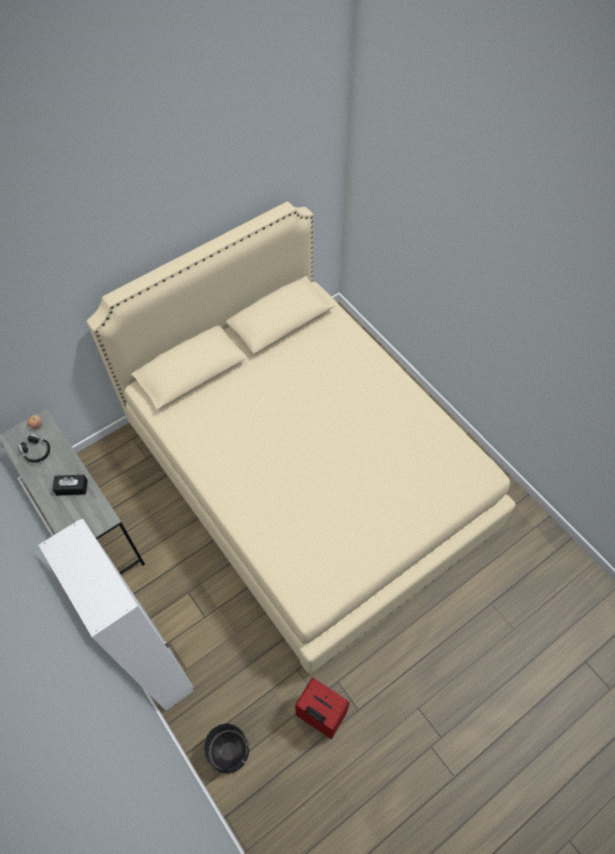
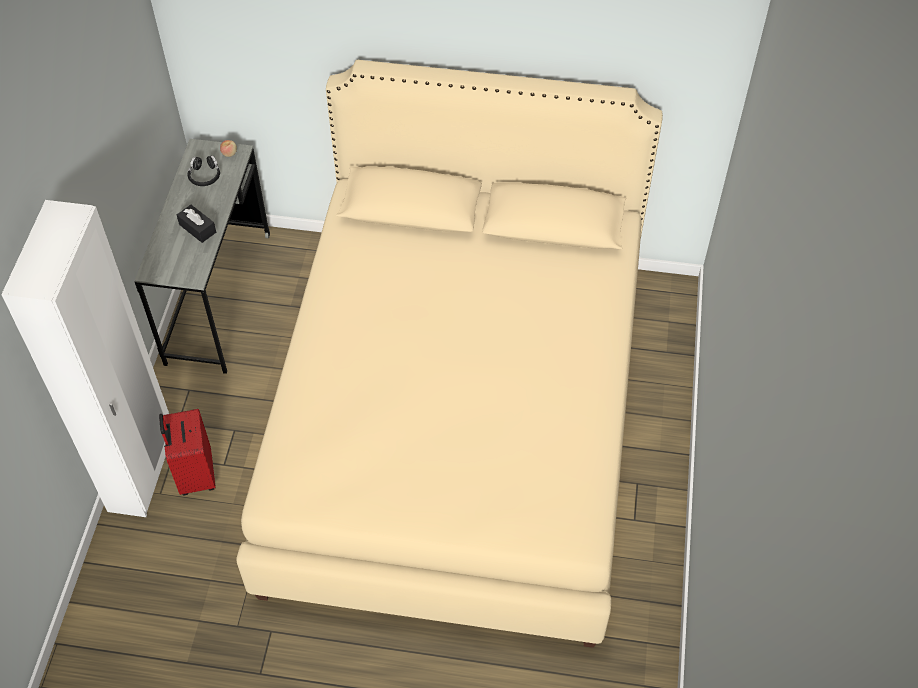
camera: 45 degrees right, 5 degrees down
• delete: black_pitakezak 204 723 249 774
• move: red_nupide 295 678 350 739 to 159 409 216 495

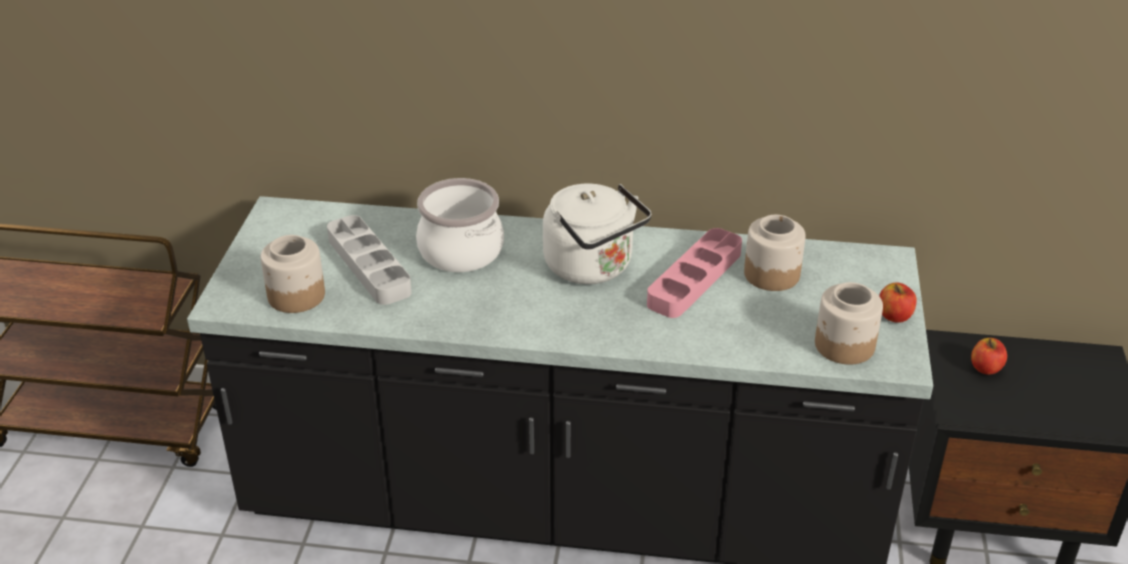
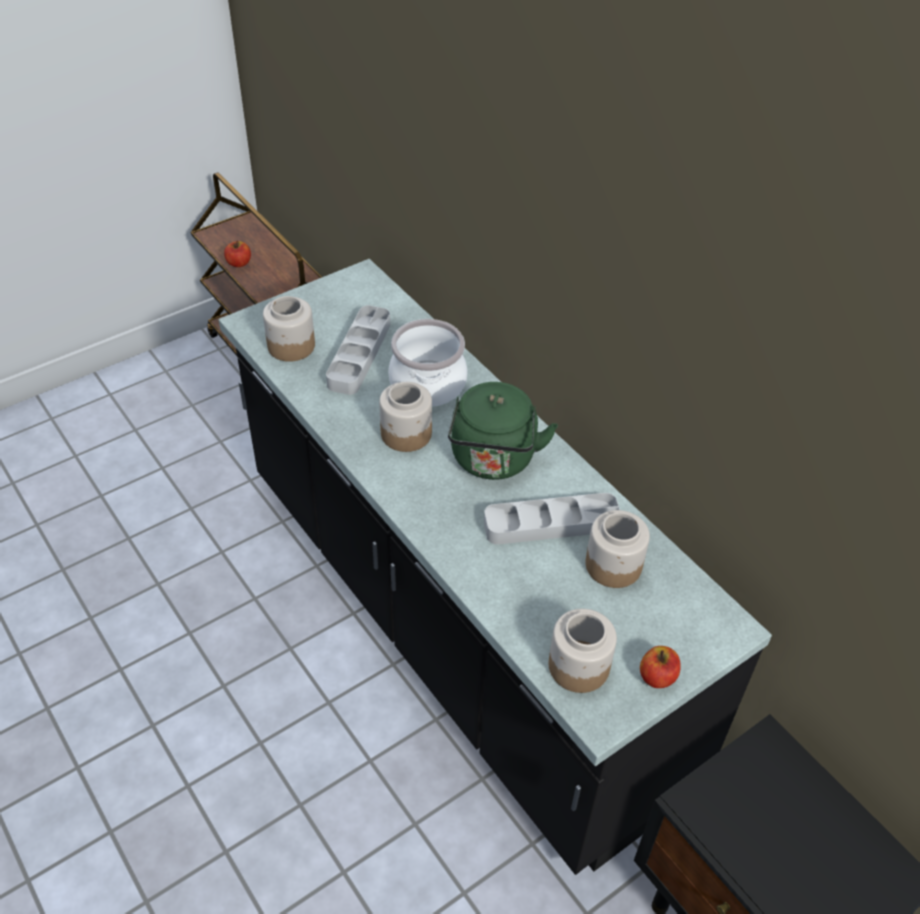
camera: 45 degrees right, 10 degrees up
• insert: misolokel 379 382 432 452
• move: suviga 971 338 1007 375 to 224 241 251 267
• recolor: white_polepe 543 184 652 284 to green_polepe 448 382 558 480
• recolor: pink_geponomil 647 228 742 318 to grey_geponomil 484 493 620 544

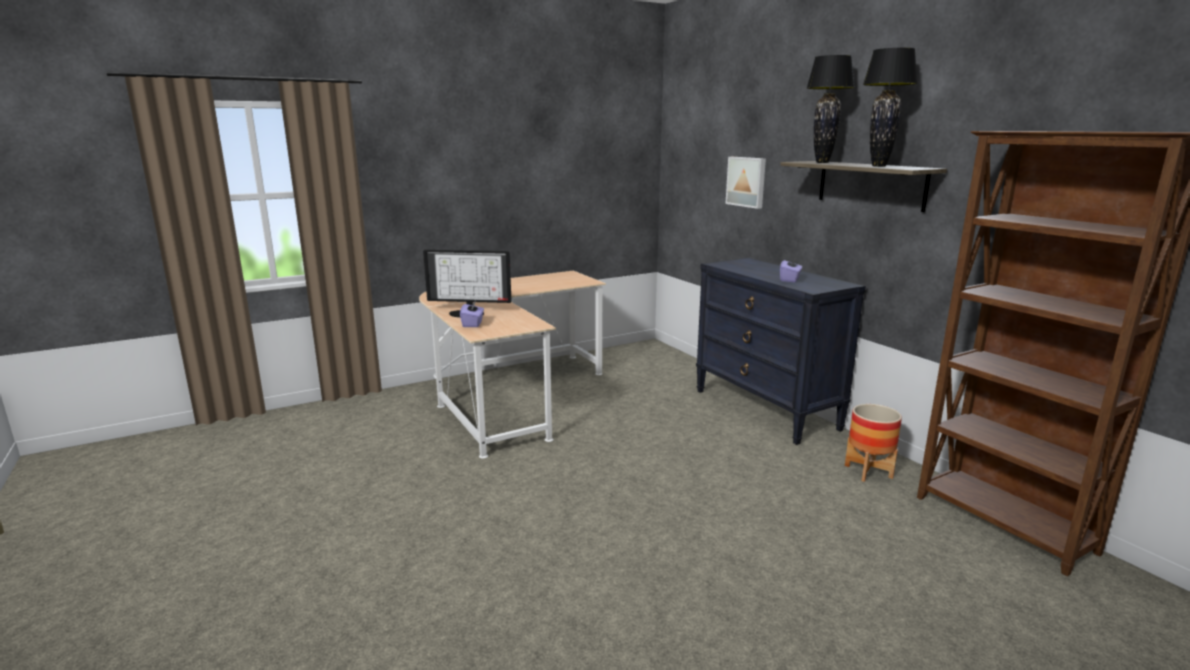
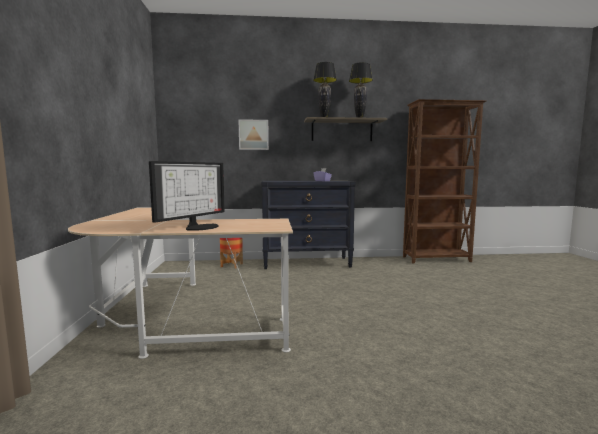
camera: 65 degrees left, 10 degrees down
• delete: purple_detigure 460 300 484 327
• move: pitakezak 845 404 902 482 to 220 238 243 269

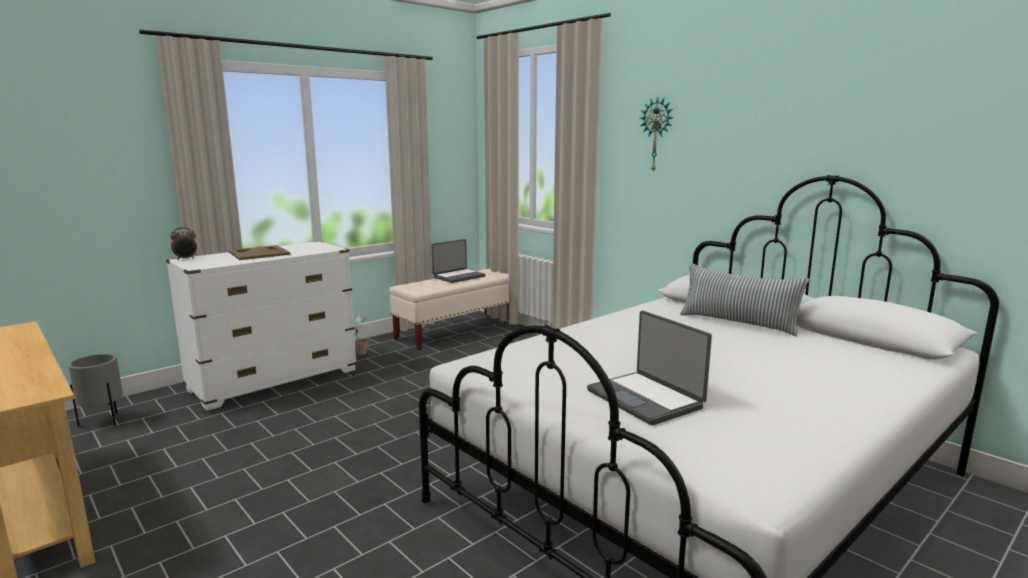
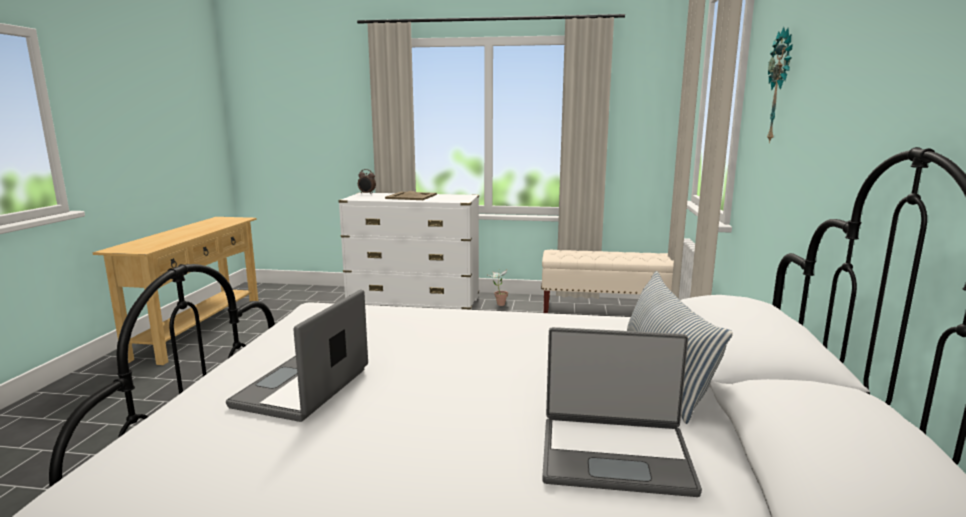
camera: 50 degrees right, 0 degrees up
• delete: grey_pitakezak 68 354 123 427
• move: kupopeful 432 239 486 283 to 542 327 702 497

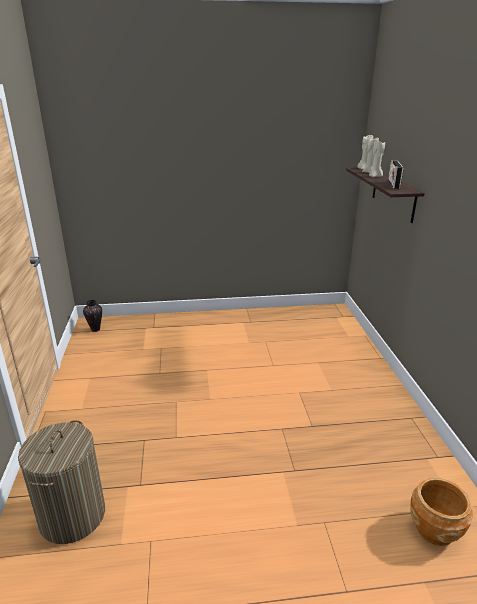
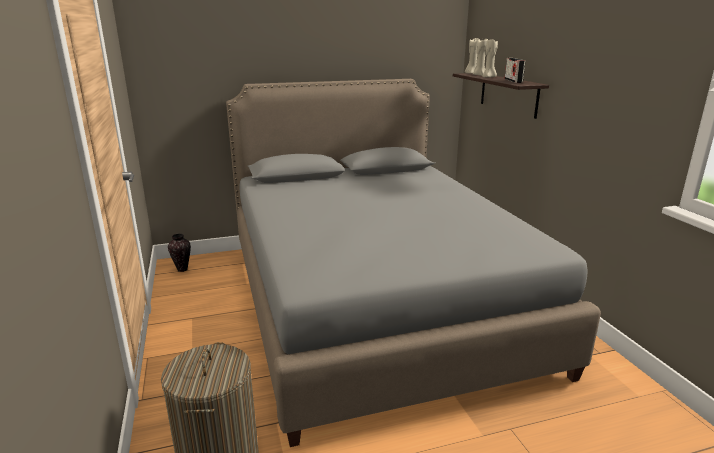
camera: 10 degrees left, 5 degrees down
• delete: brown_pitakezak 410 477 473 546
• insert: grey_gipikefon 226 79 601 447

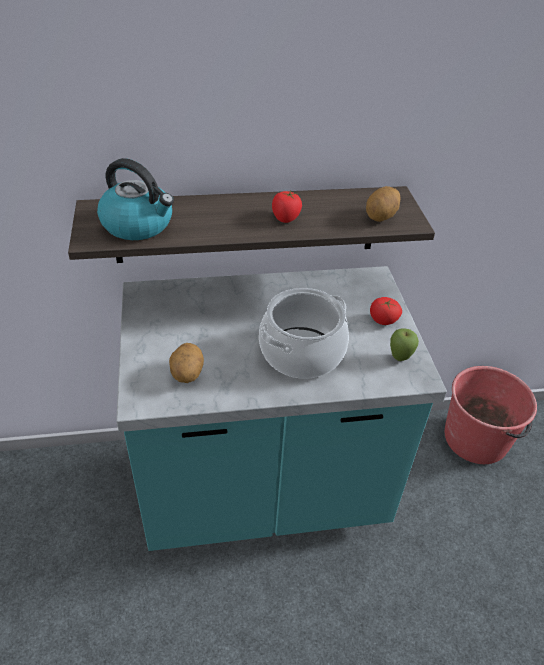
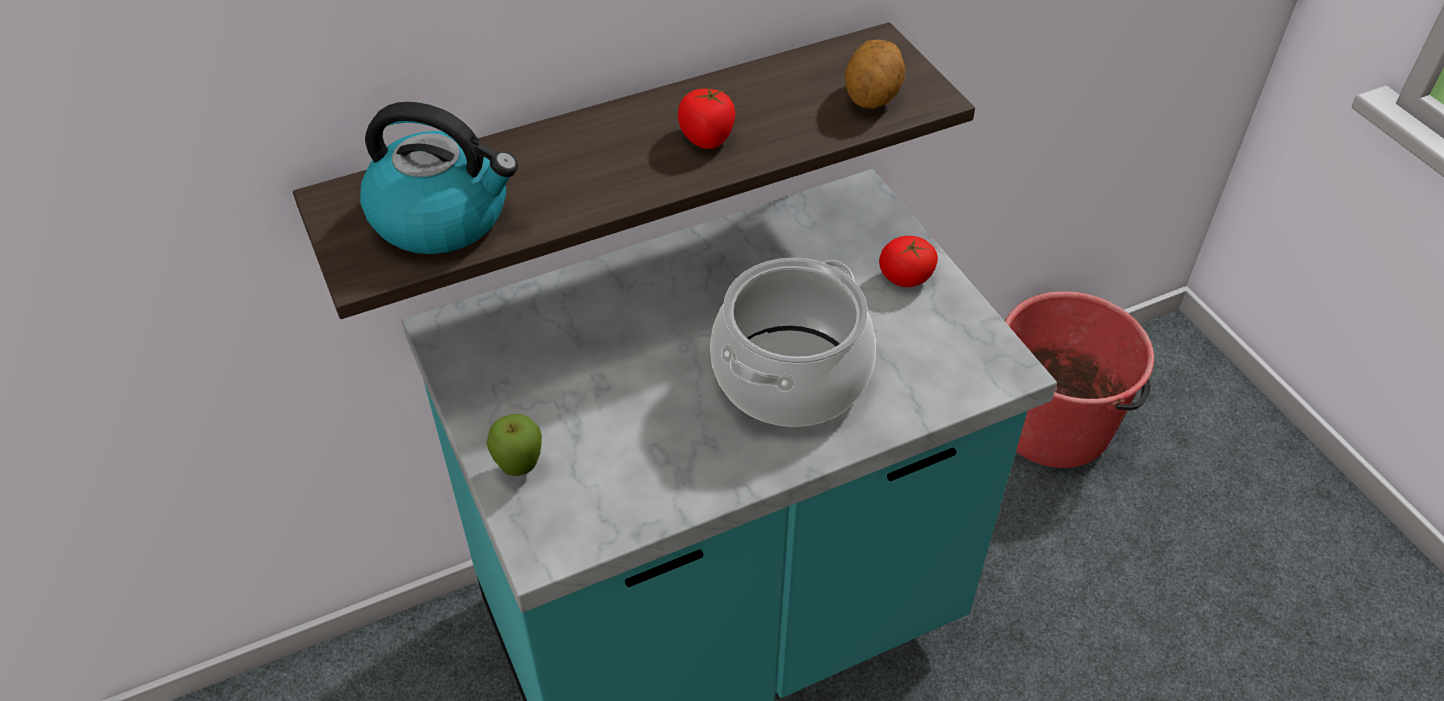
camera: 15 degrees left, 5 degrees up
• delete: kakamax 169 343 204 383
• move: suviga 390 328 419 361 to 487 414 542 476

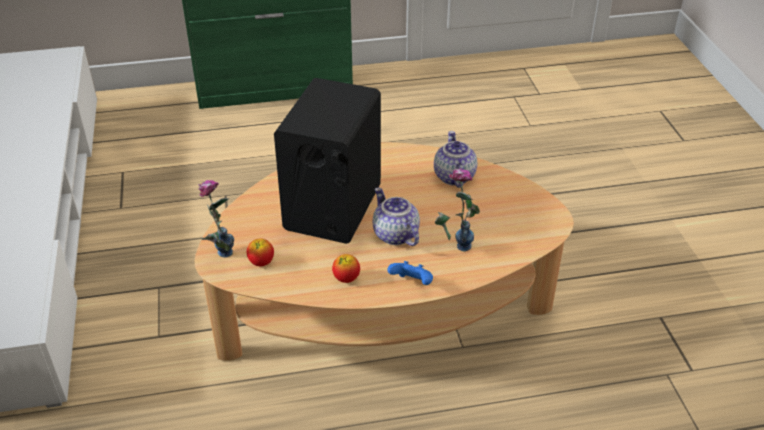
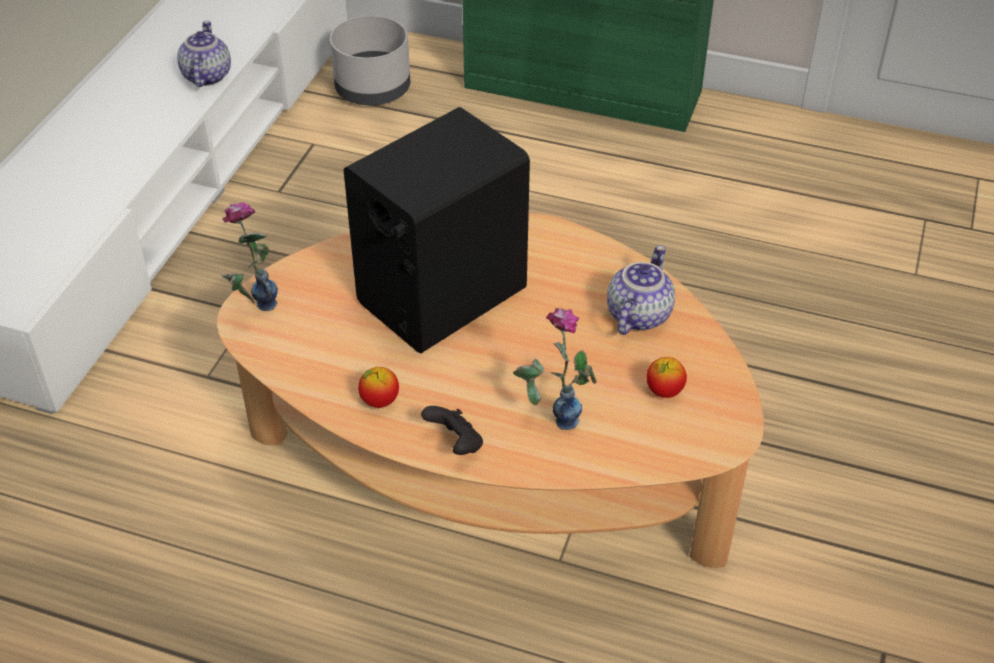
camera: 30 degrees right, 5 degrees up
• insert: grey_pitakezak 330 16 410 105
• move: suviga 247 238 274 266 to 646 357 687 398
• move: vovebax 373 187 420 246 to 177 21 231 87
• recolor: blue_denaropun 387 261 433 285 to black_denaropun 421 406 483 455

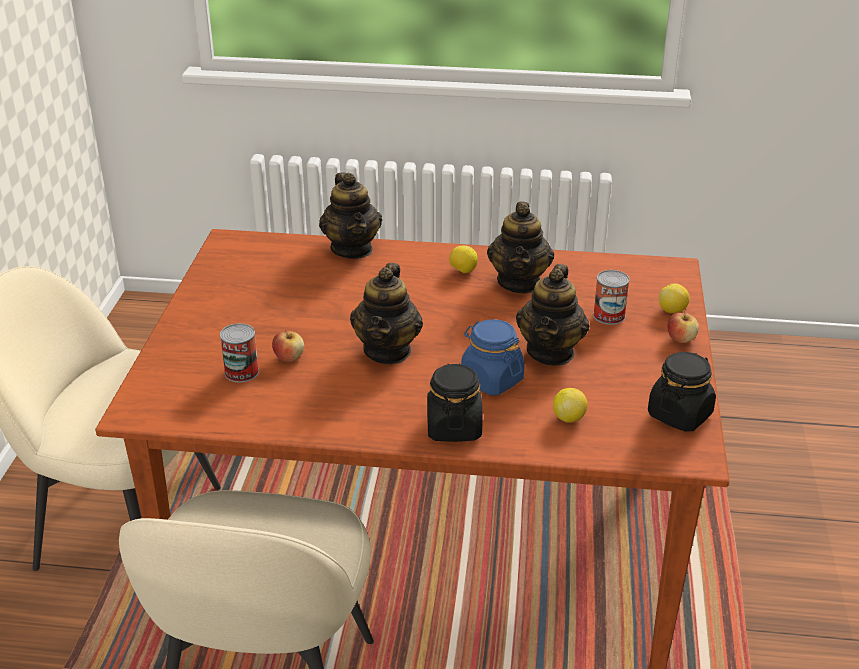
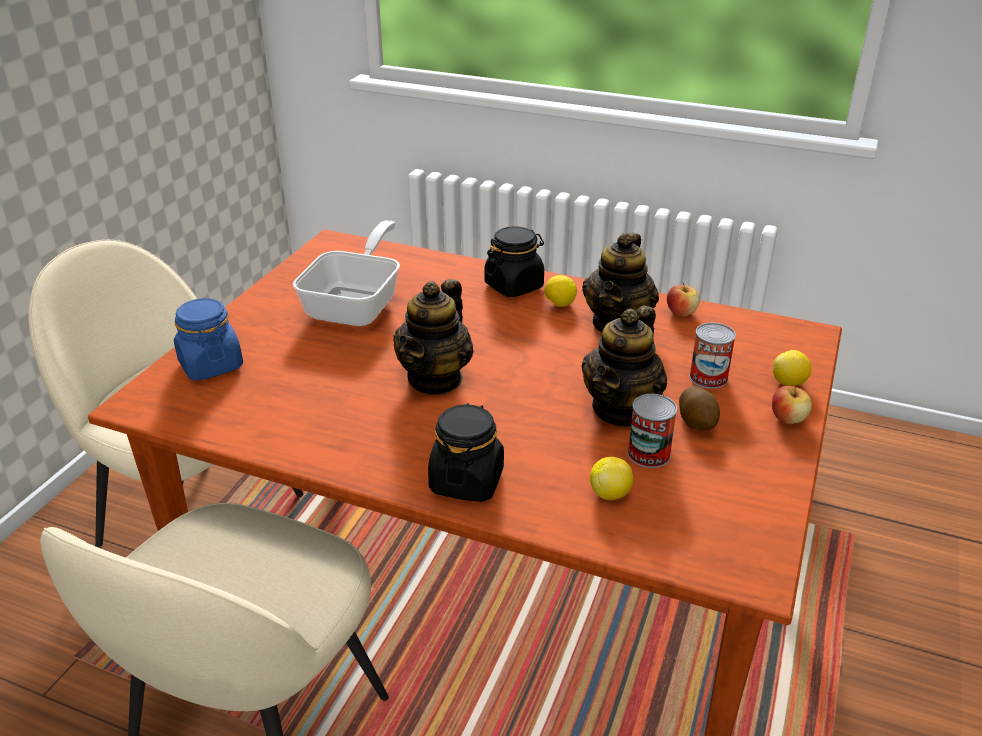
camera: 15 degrees right, 0 degrees up
• delete: vovebax 319 173 382 259
• insert: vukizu 293 220 400 326
• insert: kakamax 679 386 720 430
• move: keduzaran 220 323 259 382 to 628 394 677 468
• move: suviga 272 329 304 362 to 667 283 700 317
• move: blue_misolokel 461 319 524 395 to 174 298 243 381
• move: black_misolokel 648 352 716 432 to 485 226 544 297

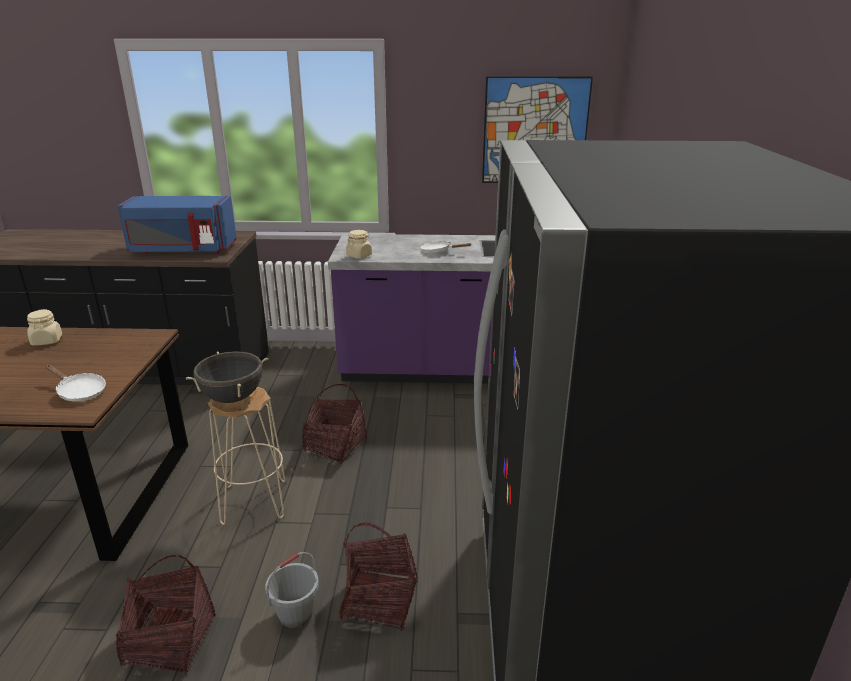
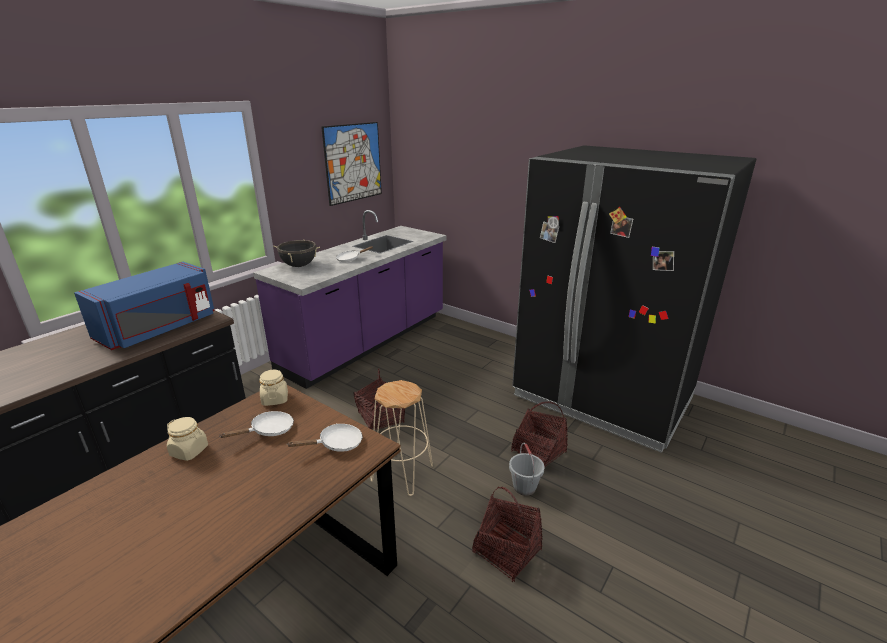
camera: 55 degrees left, 0 degrees up
• insert: white_vukizu 220 411 294 438
• move: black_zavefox 186 351 268 403 to 273 239 320 267
• move: beige_misolokel 346 230 372 258 to 260 370 288 406

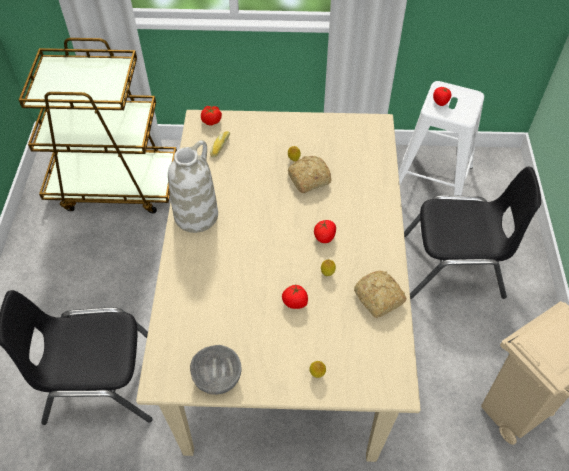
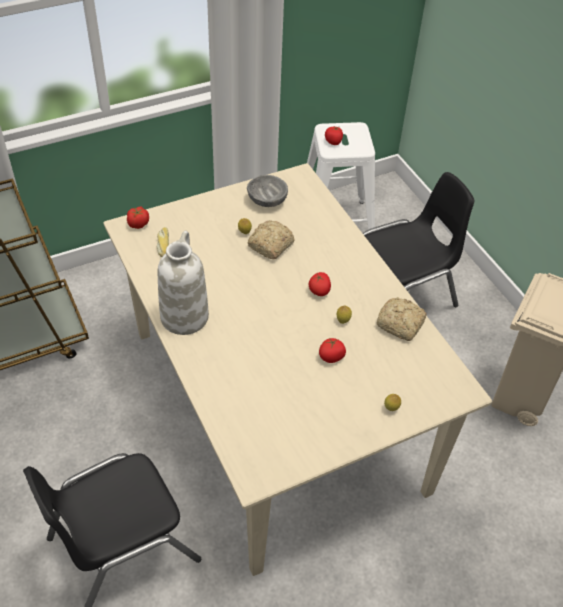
camera: 30 degrees left, 5 degrees down
• move: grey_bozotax 190 345 242 395 to 247 175 288 207

